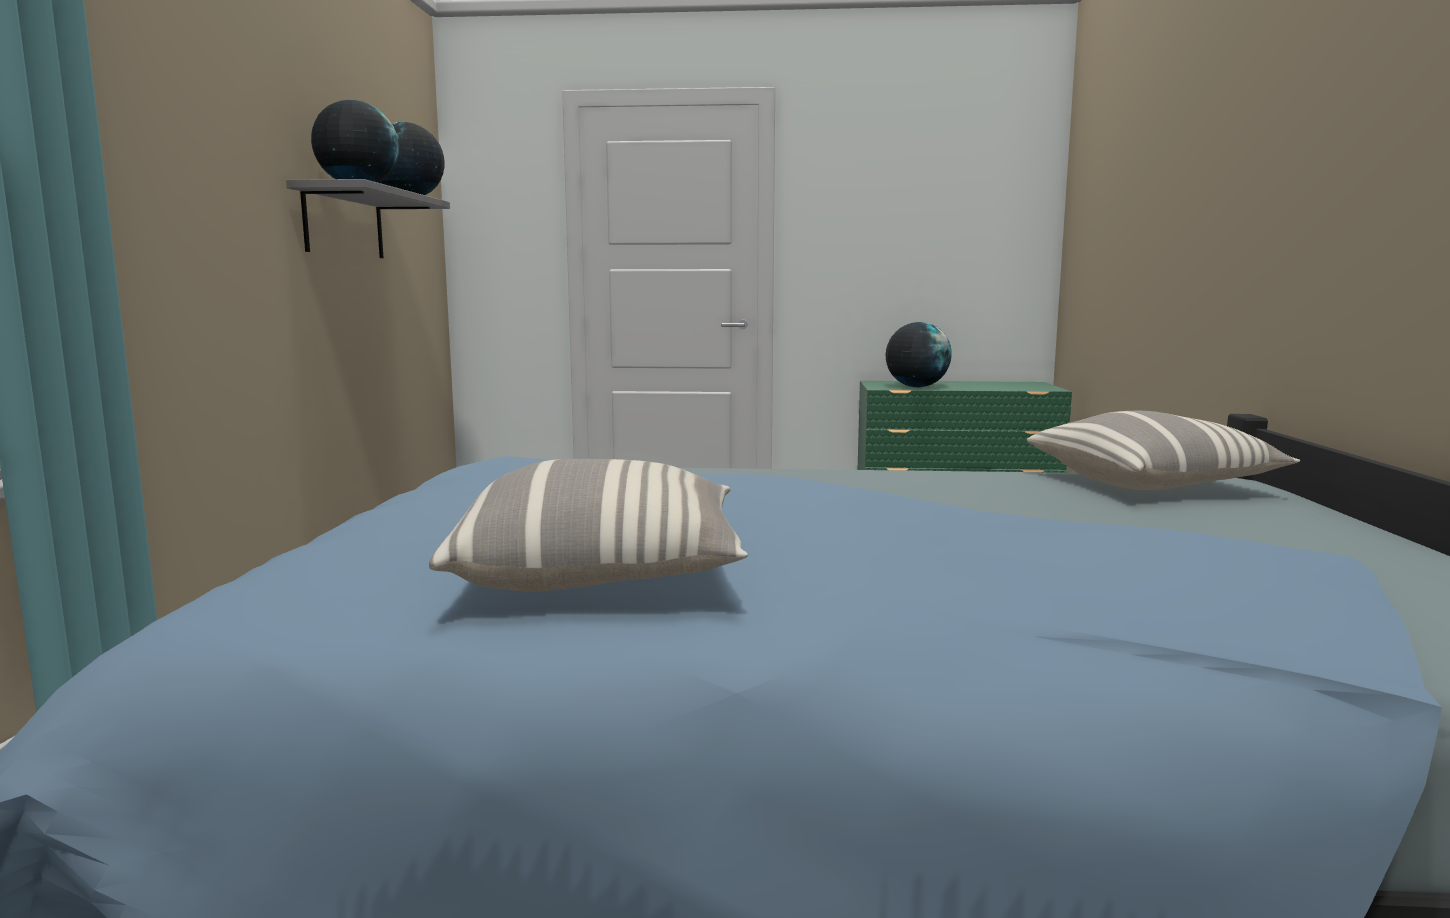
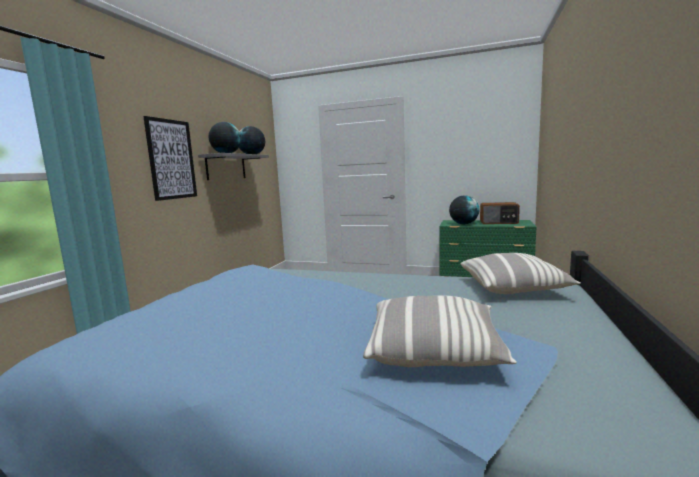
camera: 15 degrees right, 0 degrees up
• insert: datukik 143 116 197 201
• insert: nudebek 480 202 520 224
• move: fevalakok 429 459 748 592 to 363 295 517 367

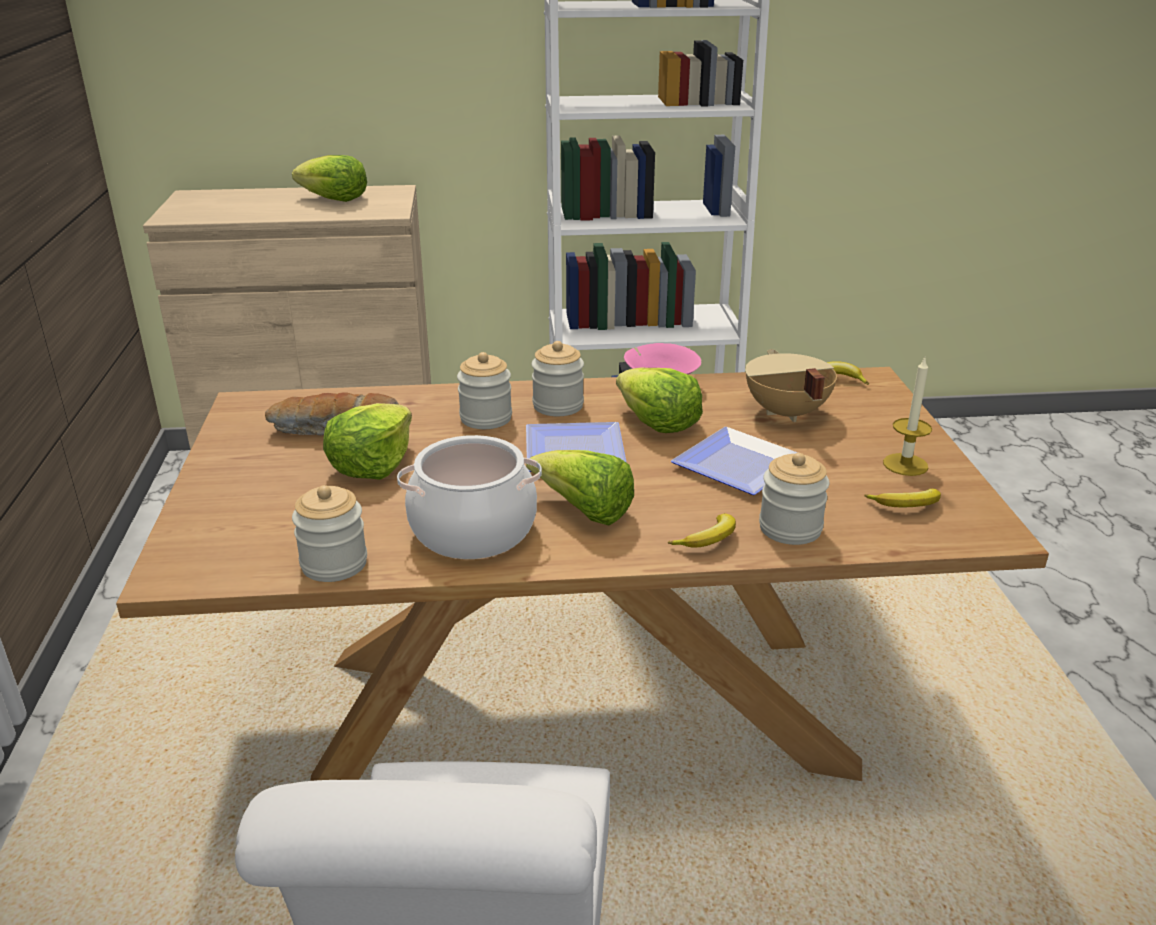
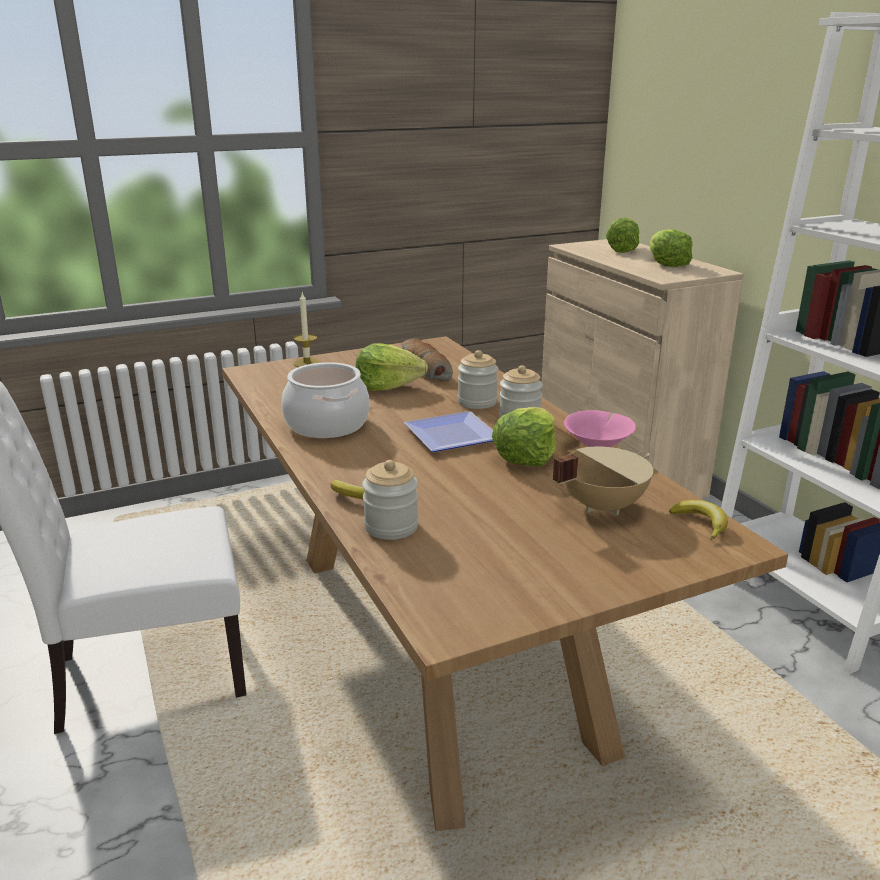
camera: 70 degrees right, 5 degrees down
• delete: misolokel 292 485 367 582
• delete: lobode 671 427 798 495
• delete: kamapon 864 489 941 507
• move: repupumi 526 450 634 526 to 606 218 639 253
• move: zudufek 883 358 932 476 to 294 293 321 367

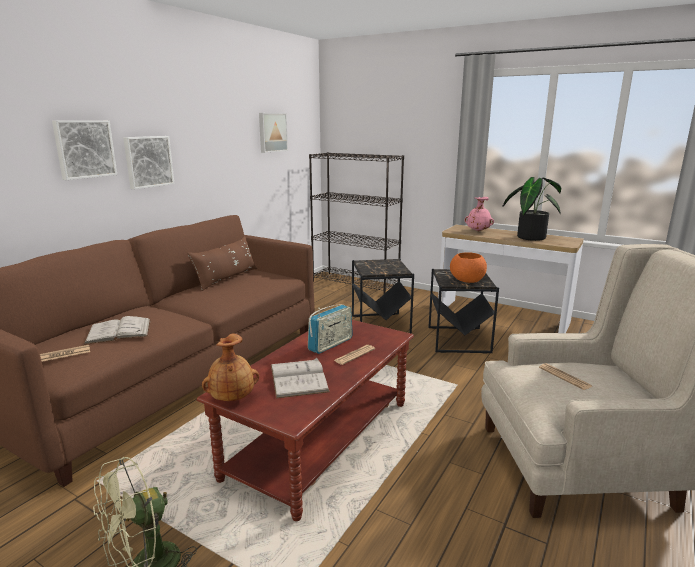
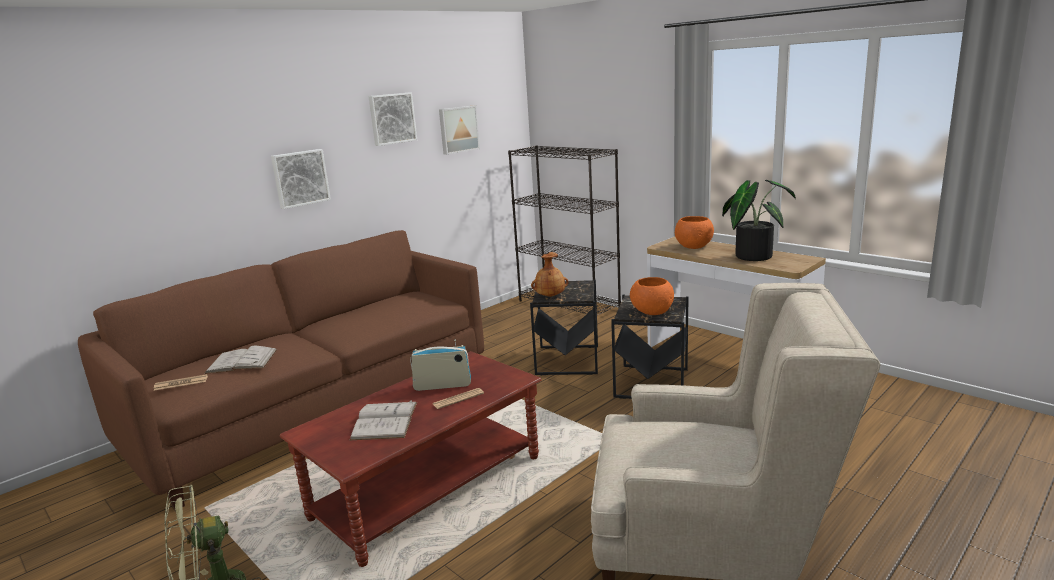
camera: 15 degrees right, 0 degrees up
• delete: brown_fevalakok 187 236 257 291
• delete: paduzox 539 363 592 390
• move: datukik 52 120 117 180 to 368 92 417 146
• move: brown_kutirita 202 334 259 401 to 531 252 569 297
• replace: pink_kutirita 464 197 494 231 to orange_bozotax 675 216 714 249
• rotate: nudebek 308 304 353 354 = 410 340 471 391 150 degrees counterclockwise

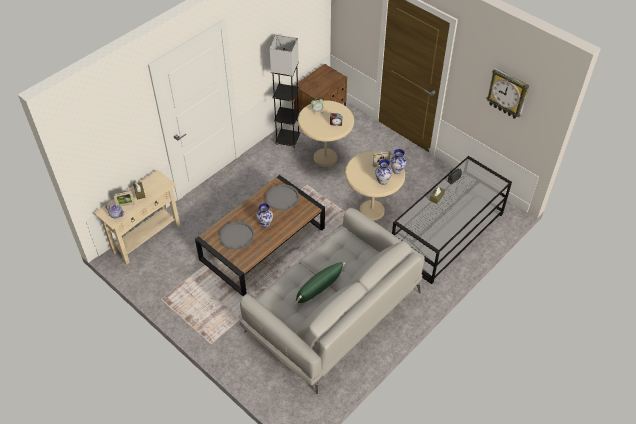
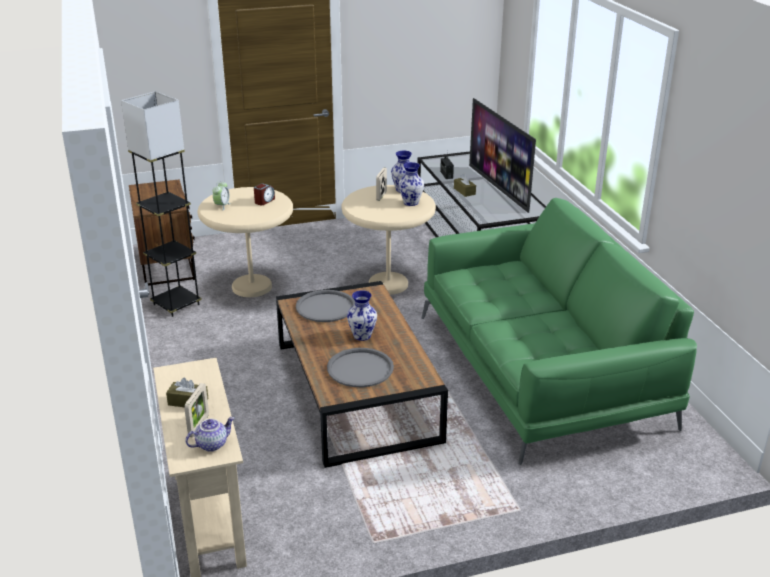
camera: 60 degrees left, 20 degrees down
• delete: green_fevalakok 295 262 345 305
• delete: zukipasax 486 68 529 119
• insert: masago 469 98 536 213
• recolor: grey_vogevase 240 208 425 394 to green_vogevase 421 198 697 465

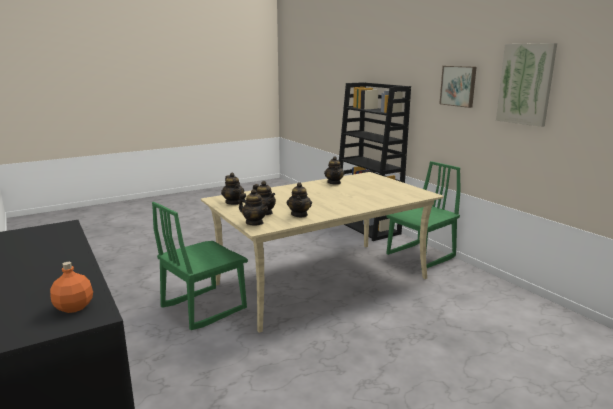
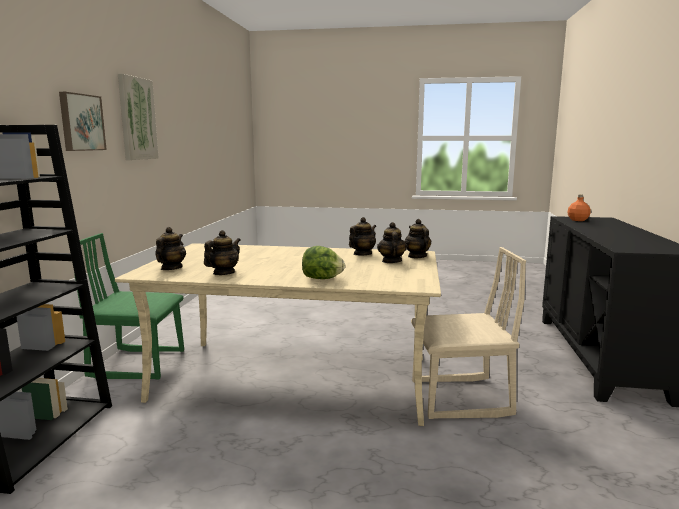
camera: 140 degrees left, 5 degrees down
• insert: repupumi 302 246 345 279
• move: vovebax 221 173 244 205 to 156 227 186 270
• recolor: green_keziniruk 152 202 248 330 to beige_keziniruk 411 247 526 419

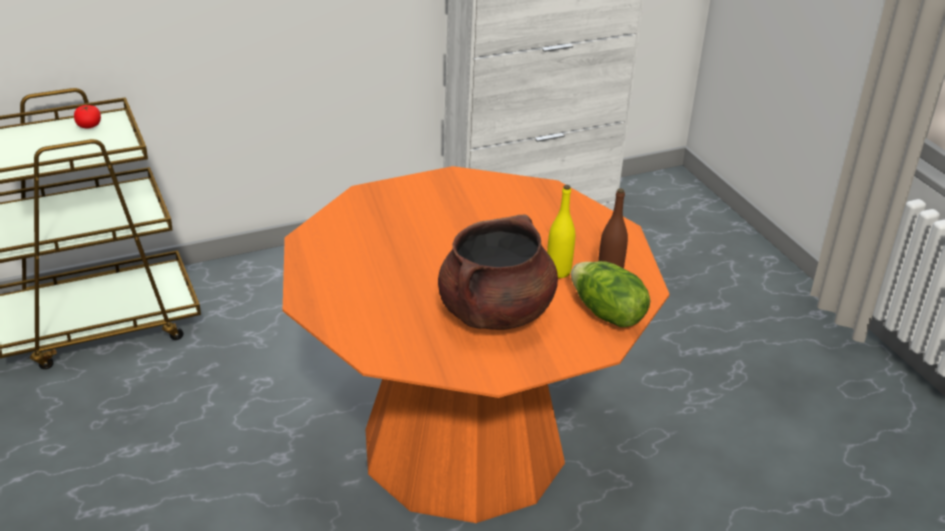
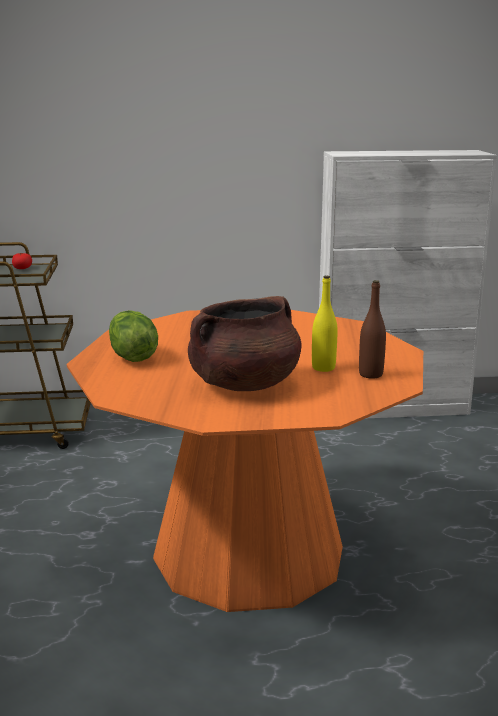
camera: 20 degrees right, 15 degrees down
• move: repupumi 571 261 650 327 to 109 310 158 362

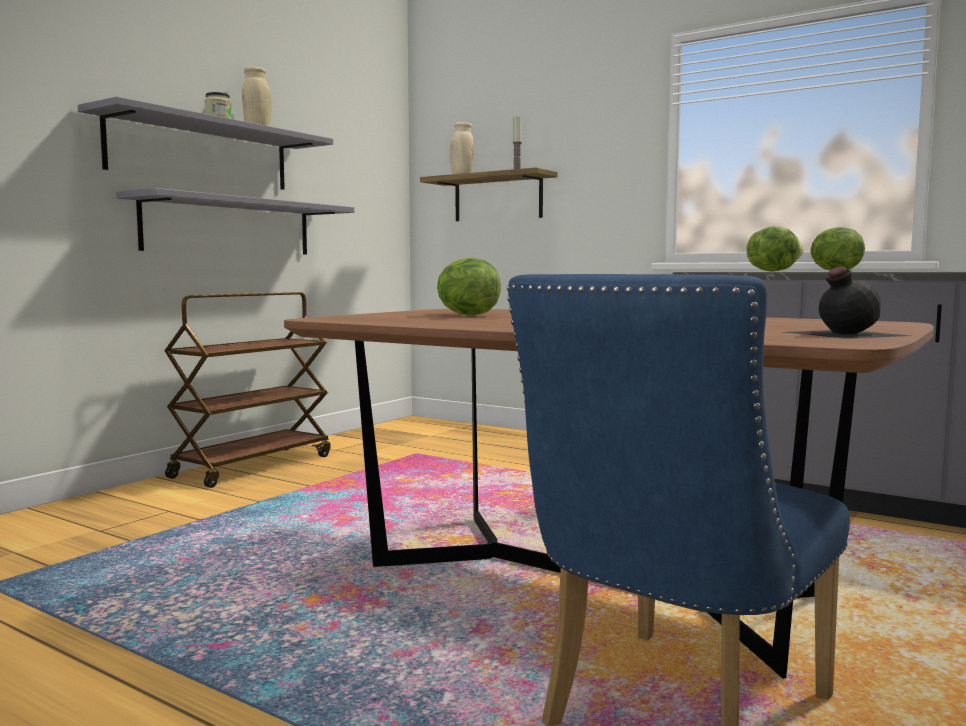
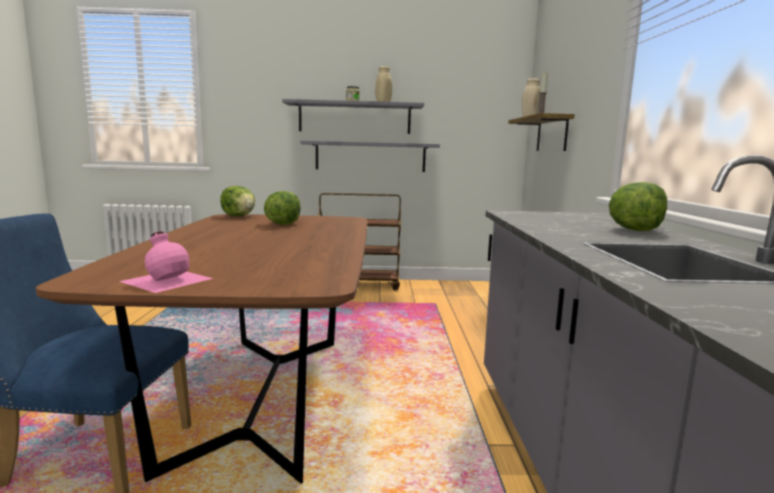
camera: 55 degrees right, 5 degrees up
• move: repupumi 746 227 804 272 to 220 186 255 216
• recolor: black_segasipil 784 266 910 339 to pink_segasipil 119 231 214 293

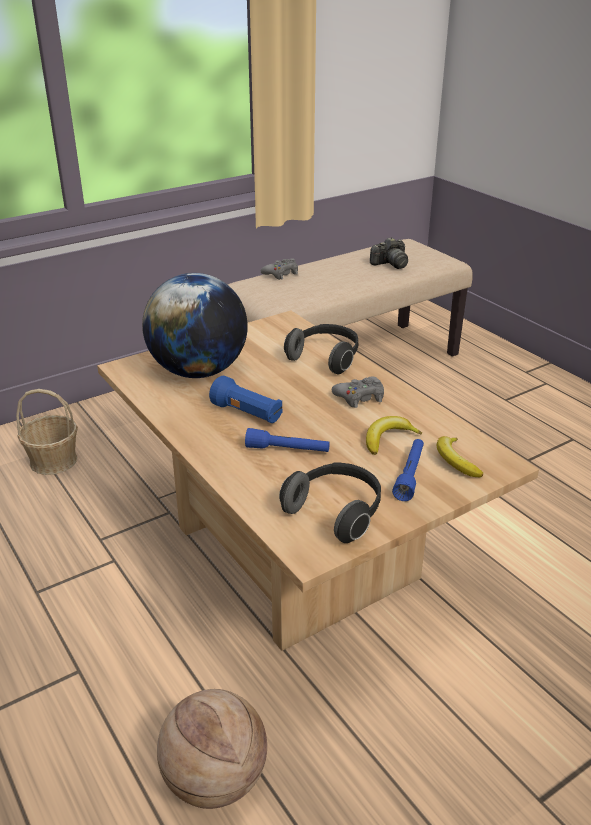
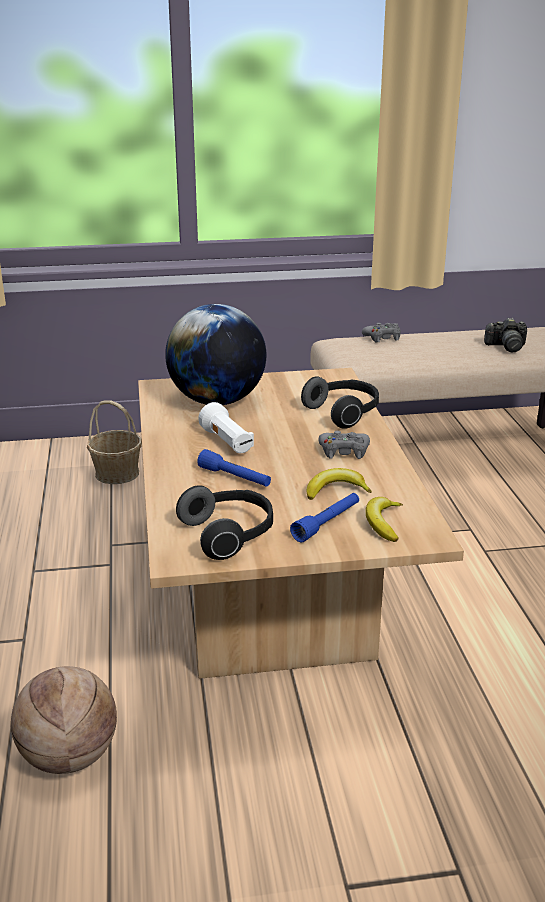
camera: 25 degrees right, 5 degrees down
• recolor: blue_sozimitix 209 376 282 423 to white_sozimitix 198 402 254 453

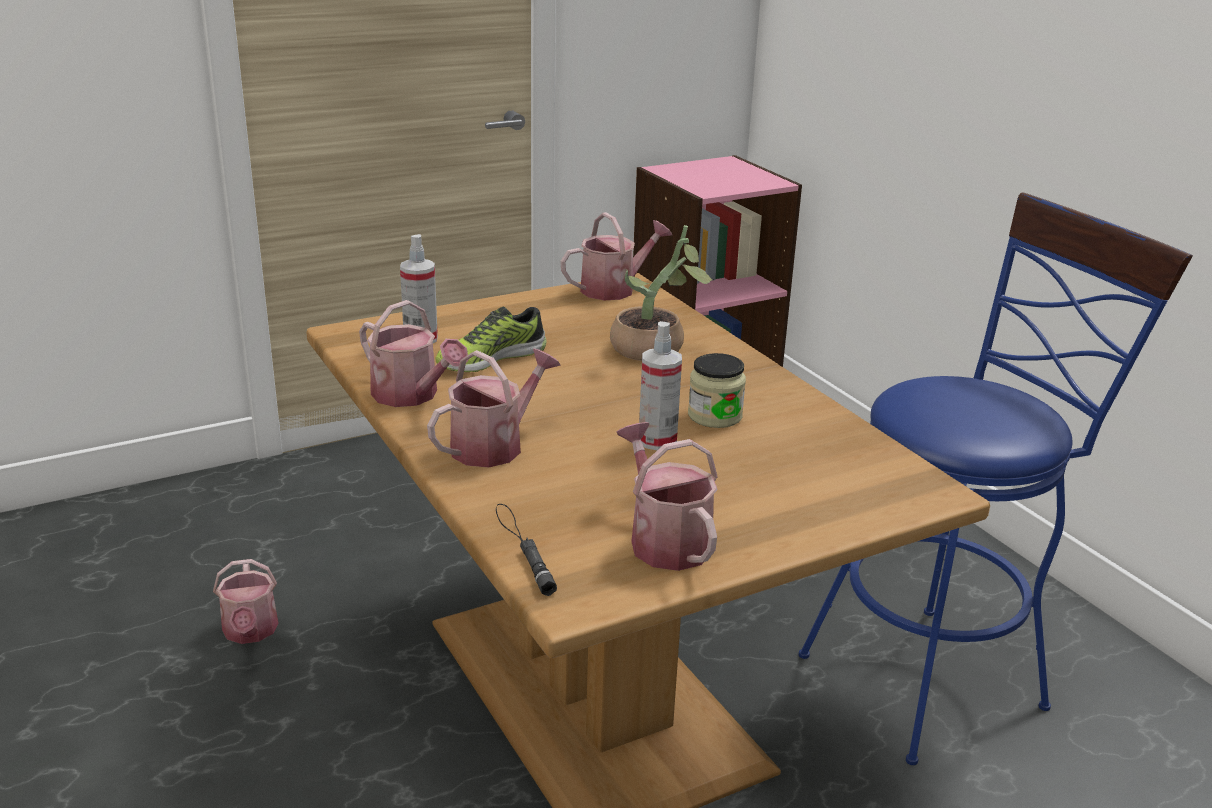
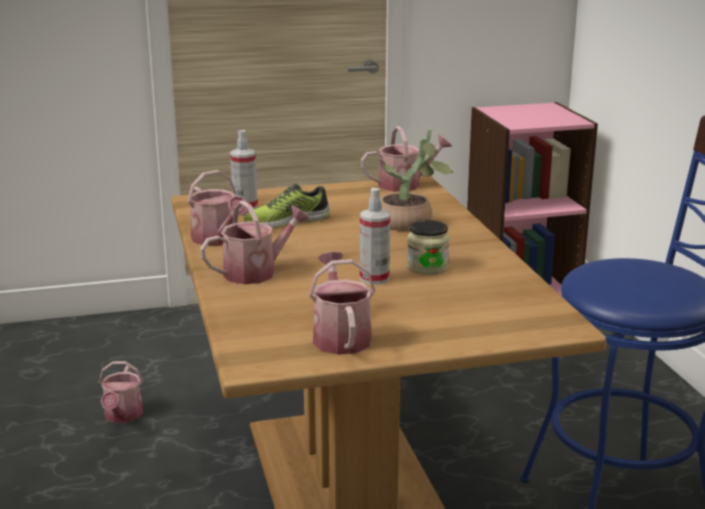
camera: 15 degrees right, 5 degrees down
• delete: black_sozimitix 496 504 557 596

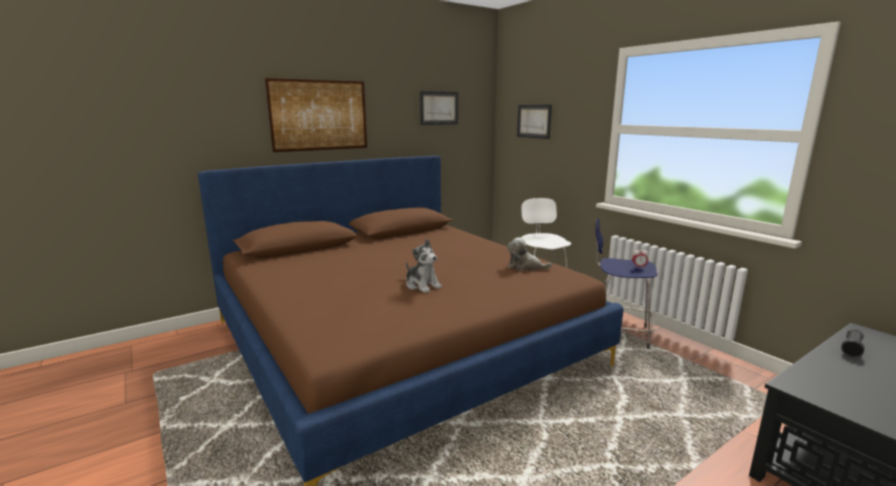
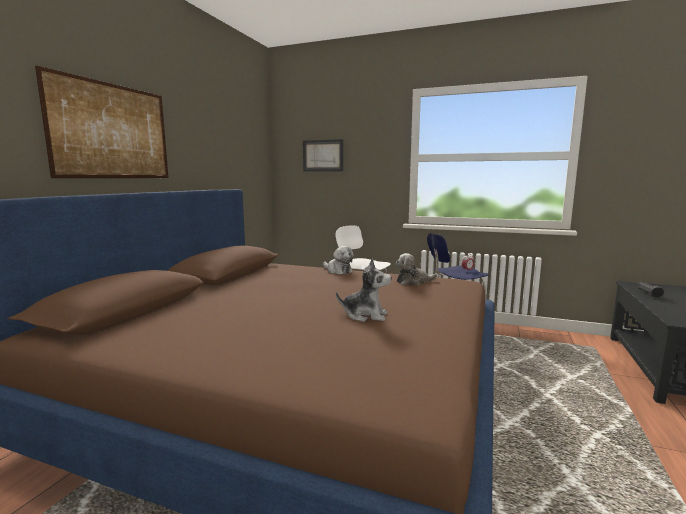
camera: 35 degrees left, 5 degrees down
• delete: datukik 420 91 458 125
• insert: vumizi 323 246 354 274

